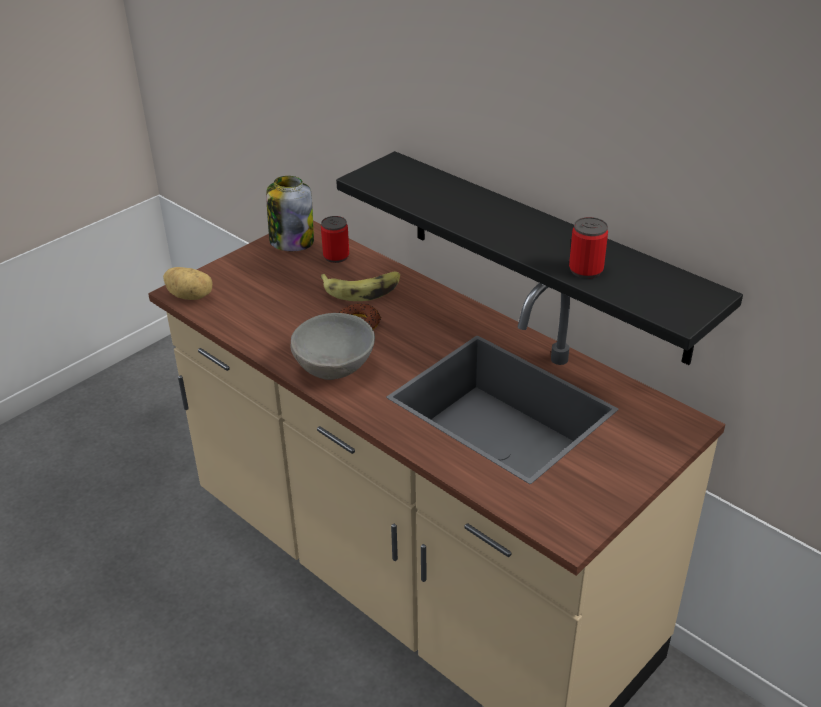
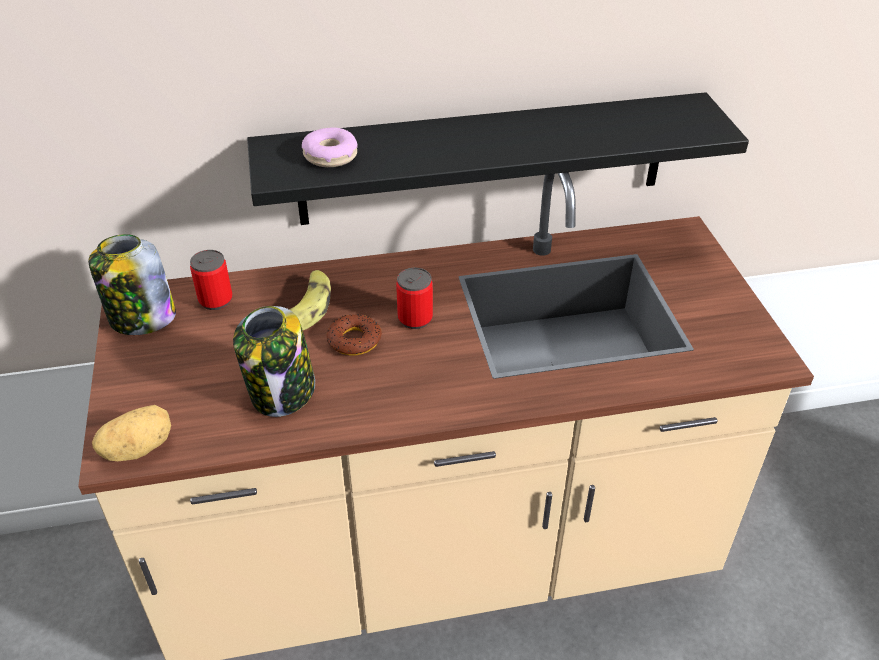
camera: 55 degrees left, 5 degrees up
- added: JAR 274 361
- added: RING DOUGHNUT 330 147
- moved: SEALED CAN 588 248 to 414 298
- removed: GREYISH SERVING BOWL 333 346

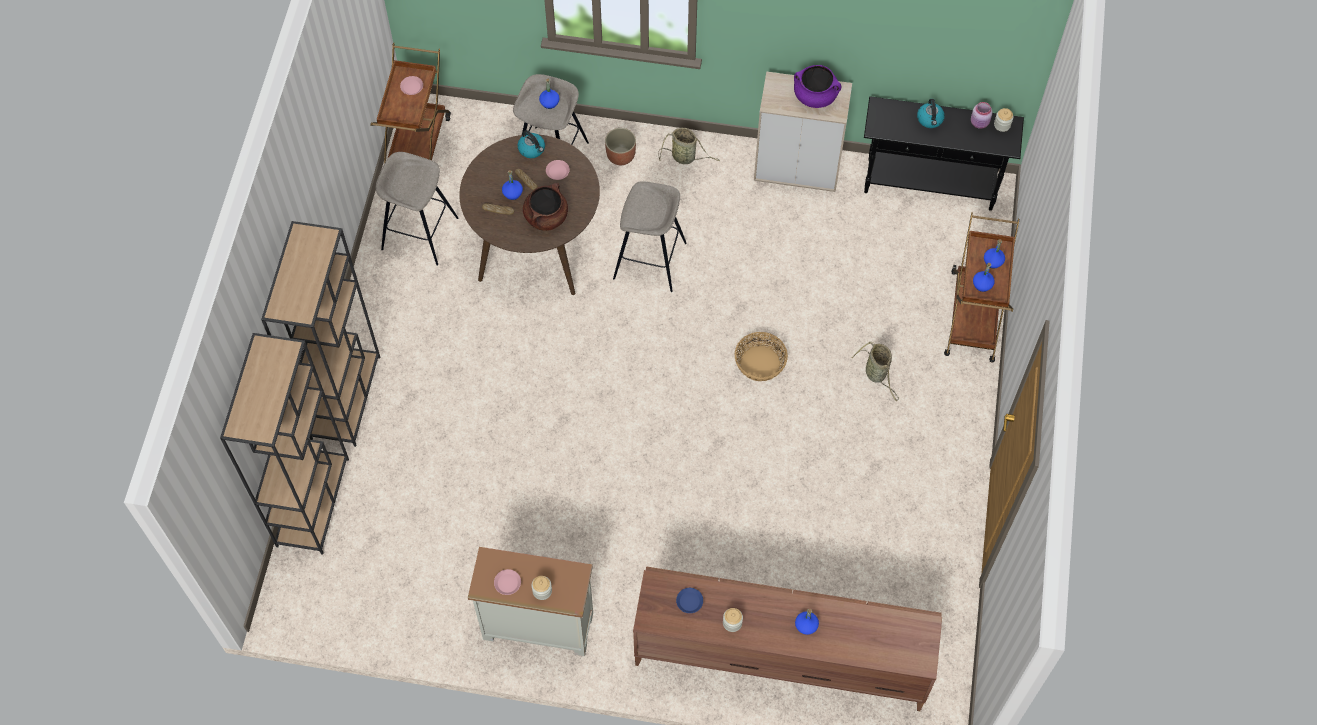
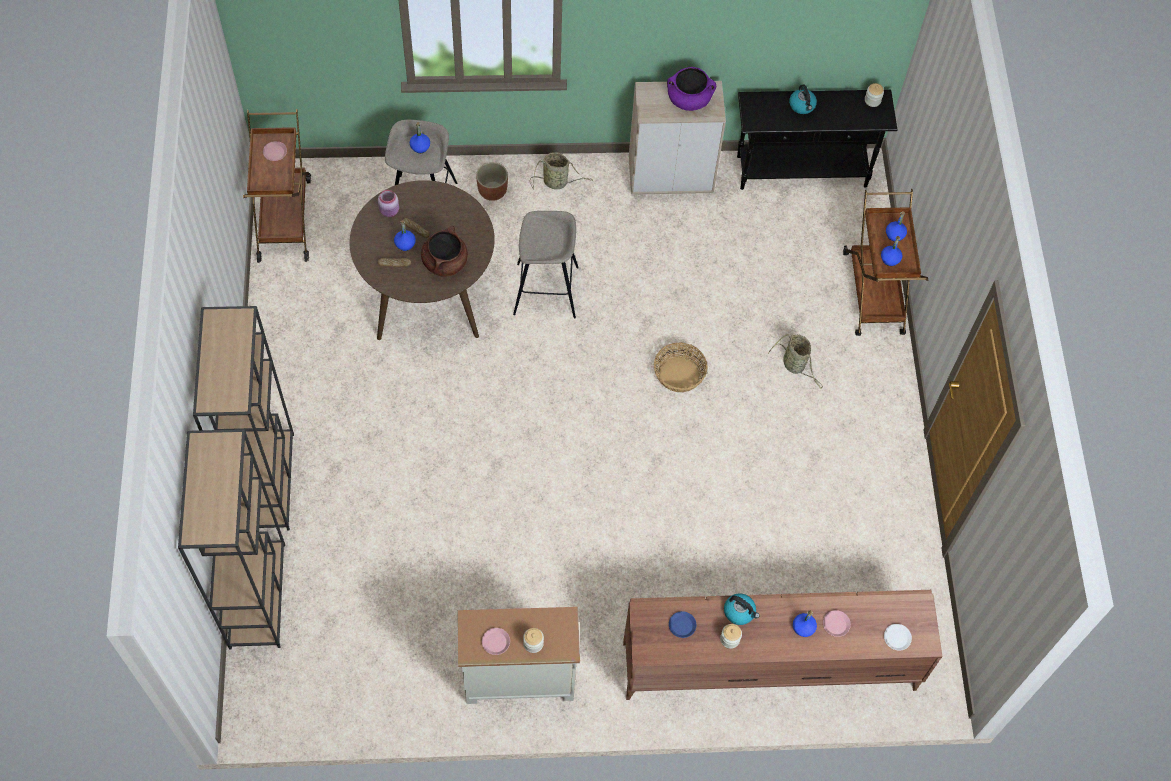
camera: 15 degrees left, 0 degrees up
- moved: PINKISH JAR 981 115 to 388 203
- moved: TEA KETTLE 531 144 to 742 609
- moved: PINKISH FLAT DISH 558 170 to 837 623
- added: WHITE FLAT DISH 898 637
- removed: GREYISH STOOL 417 209

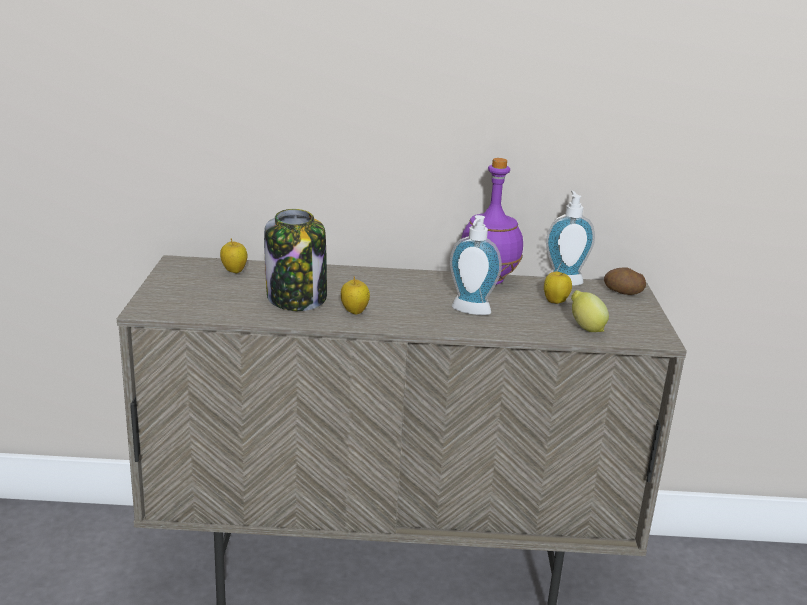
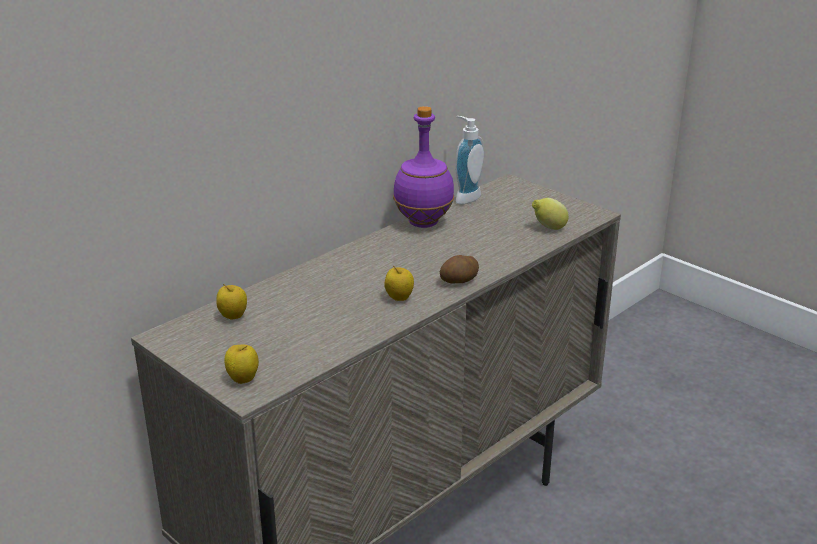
camera: 45 degrees left, 5 degrees up
- moved: APPLE FRUIT 558 288 to 242 364
- moved: POTATO 625 281 to 459 269
- removed: JAR 295 260
- removed: SOAP DISPENSER 476 265

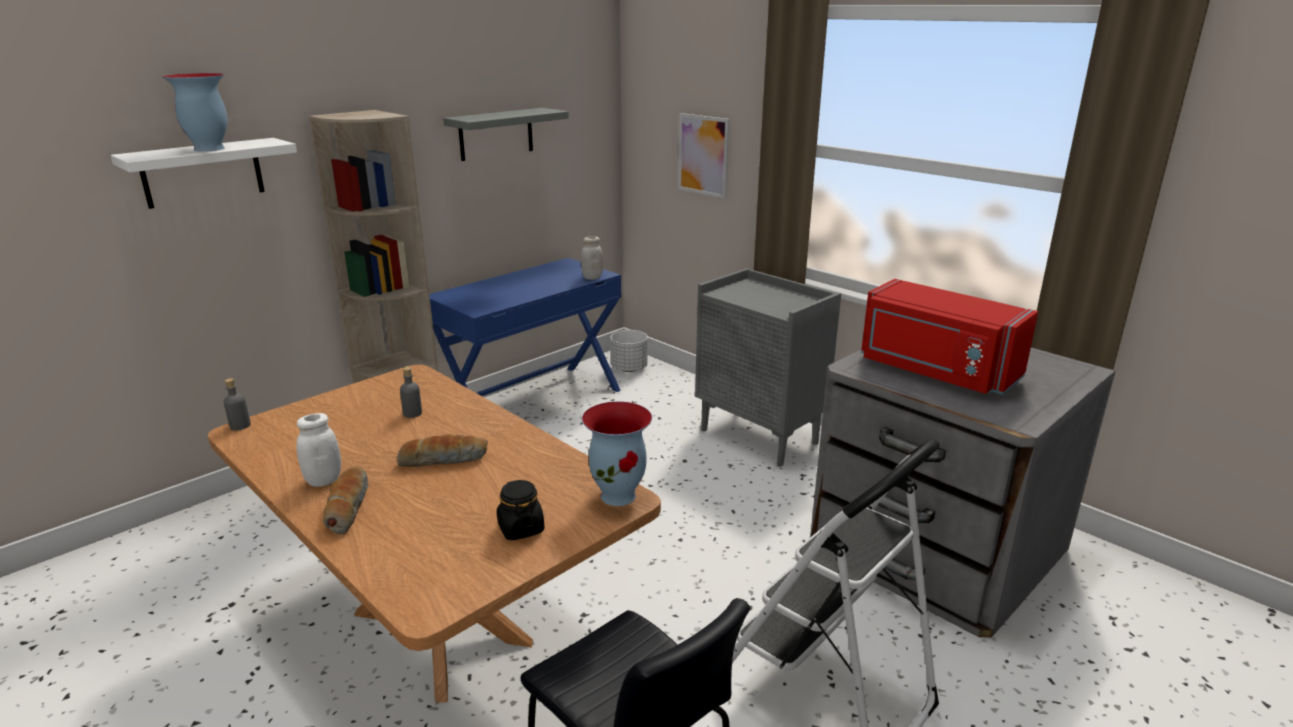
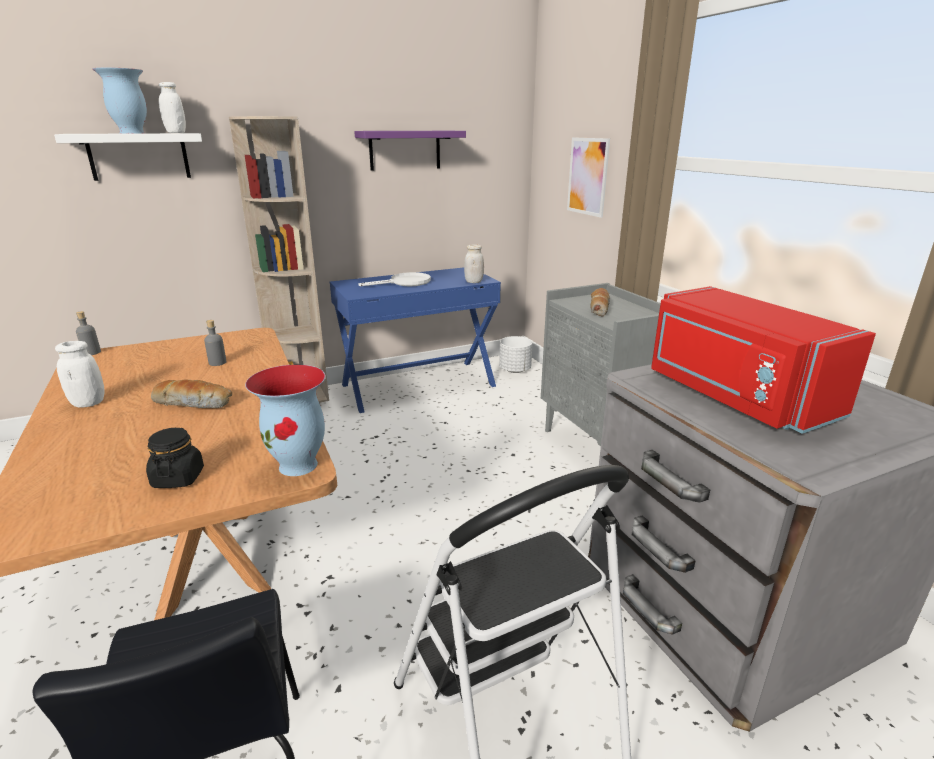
camera: 20 degrees right, 0 degrees up
- added: WHITE JAR 172 107
- recoloured: GREYISH BRACKET SHELF 506 134 to PURPLE-COLOURED BRACKET SHELF 410 151
- added: WHITE FRYING PAN 394 279
- moved: BAKED BREAD 346 500 to 600 302

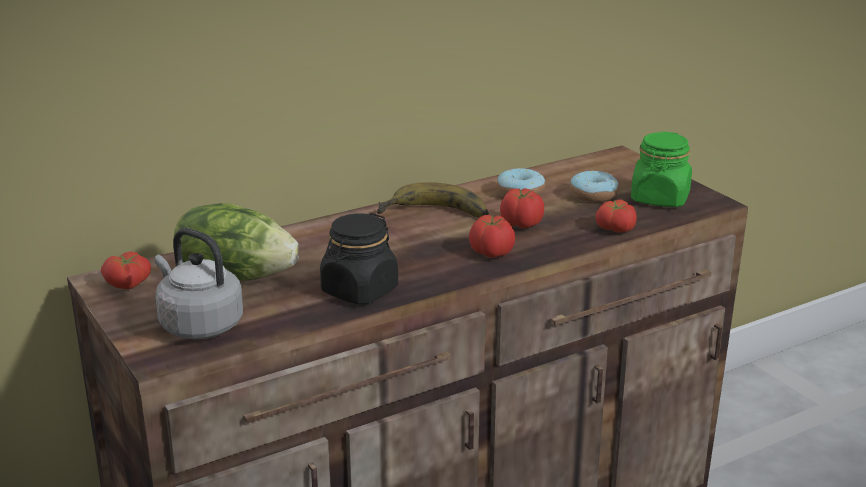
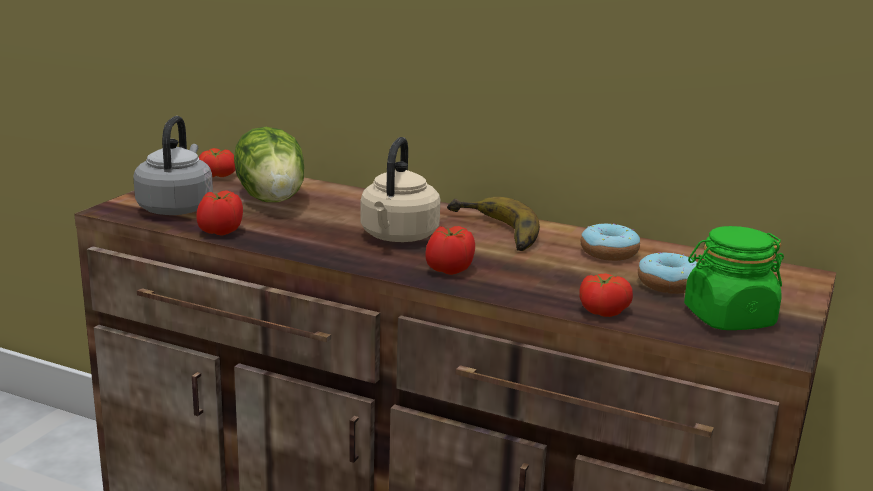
camera: 55 degrees right, 5 degrees down
- moved: FRESH TOMATO 522 208 to 219 213
- added: BEIGE-COLOURED TEA KETTLE 400 189
- removed: BLACKISH JAR 359 259

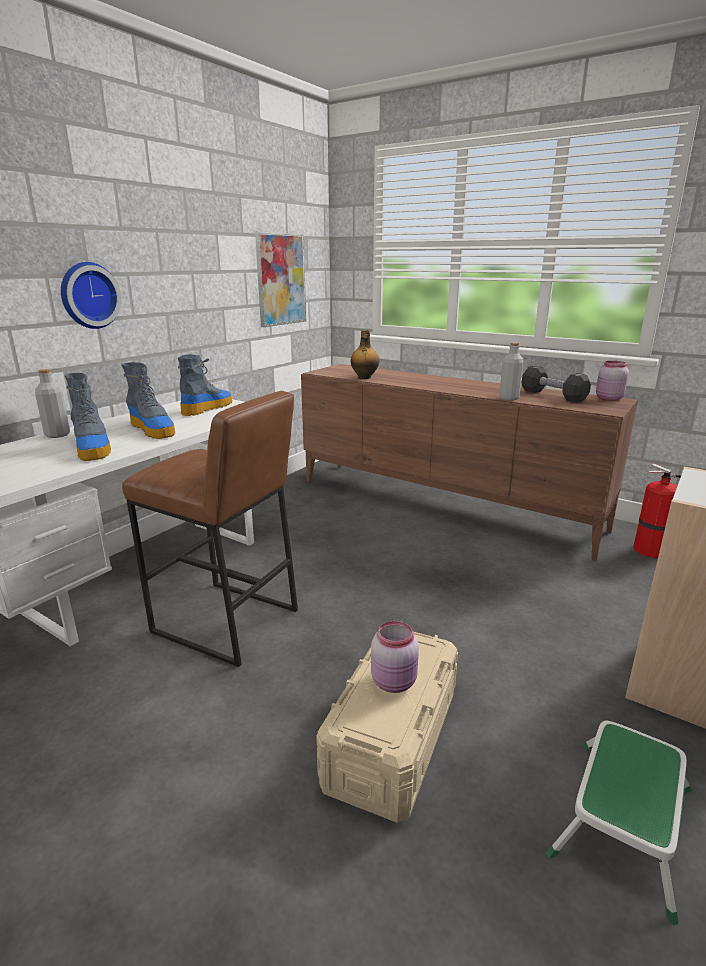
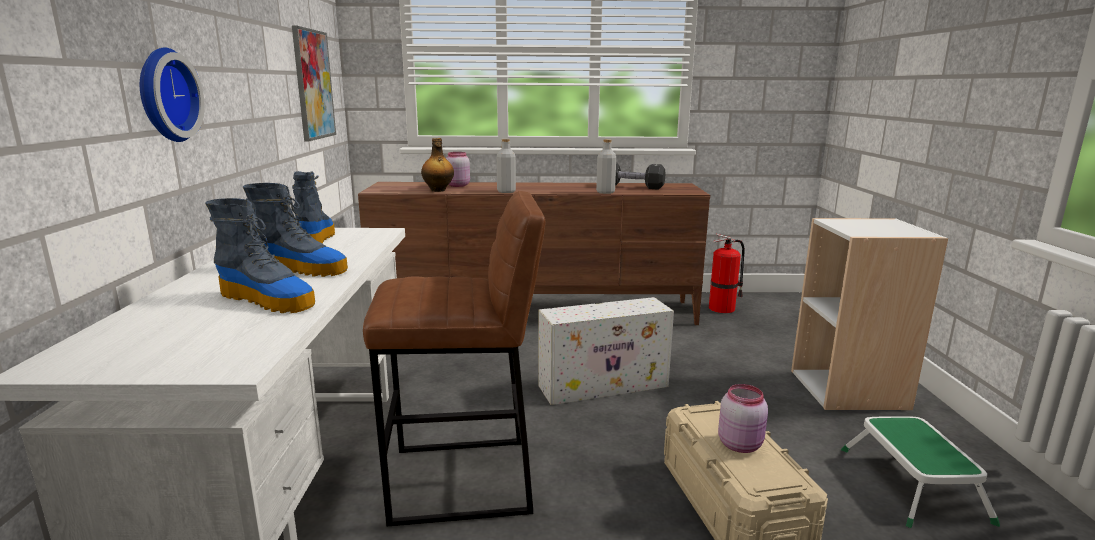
camera: 35 degrees left, 5 degrees down
- moved: PINKISH JAR 612 381 to 458 169
- moved: GREYISH BOTTLE 52 403 to 506 166
- added: WHITE STORAGE CONTAINER 606 351

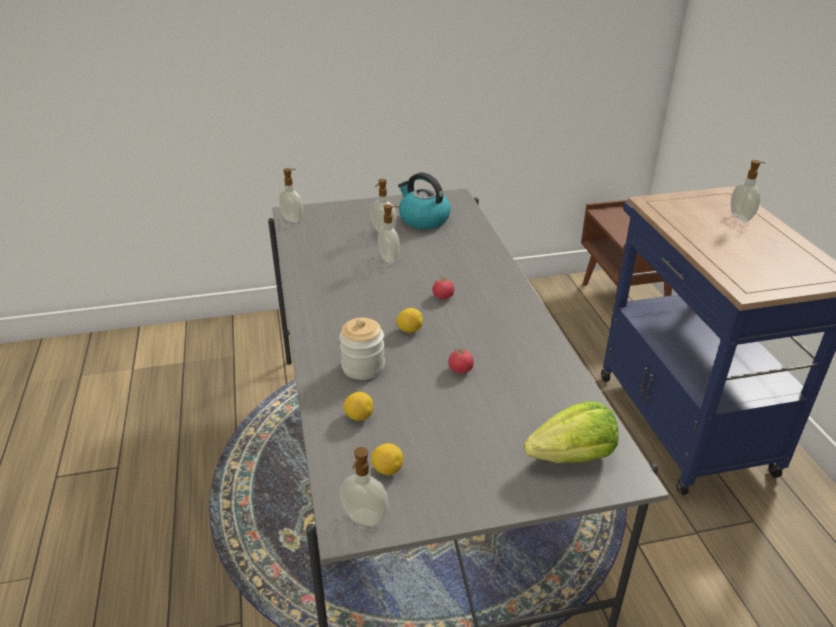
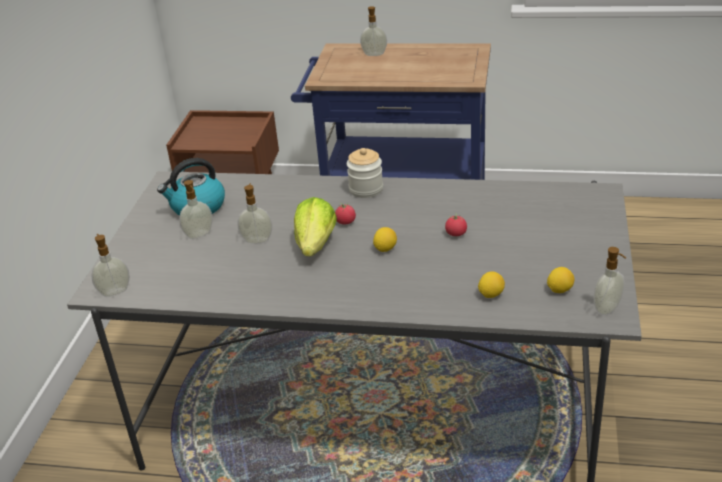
camera: 65 degrees left, 0 degrees up
- moved: LETTUCE 571 432 to 315 227
- moved: JAR 362 348 to 365 173

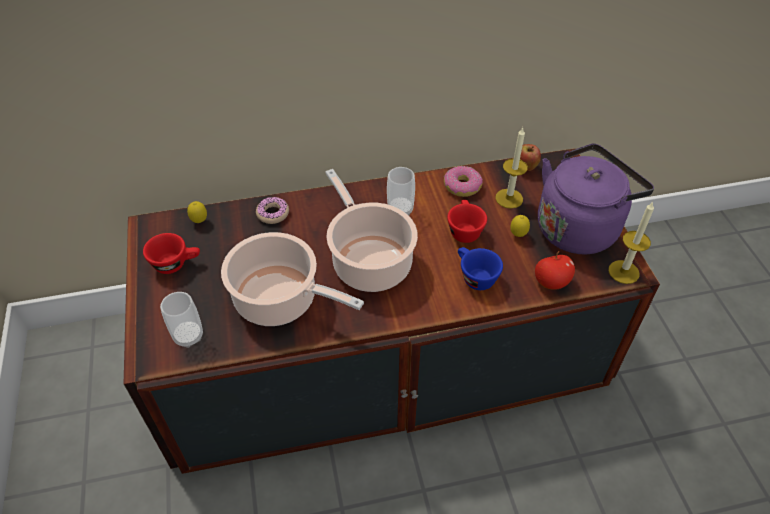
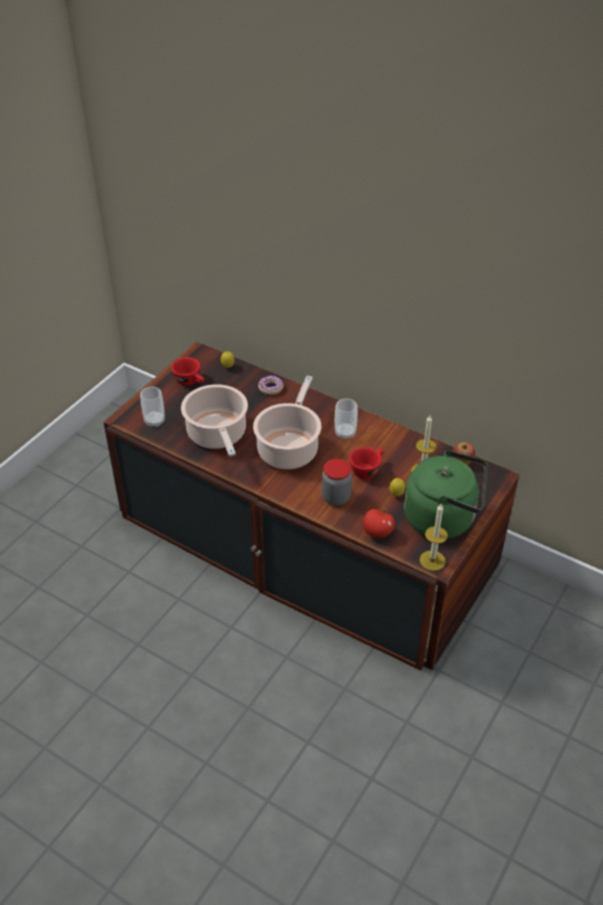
camera: 45 degrees right, 5 degrees down
- replaced: BLUE DRINKING CUP 480 268 to JAR 337 482
- recoloured: PURPLE-COLOURED TEA KETTLE 596 199 to GREENISH TEA KETTLE 446 494
- removed: RING DOUGHNUT 463 181

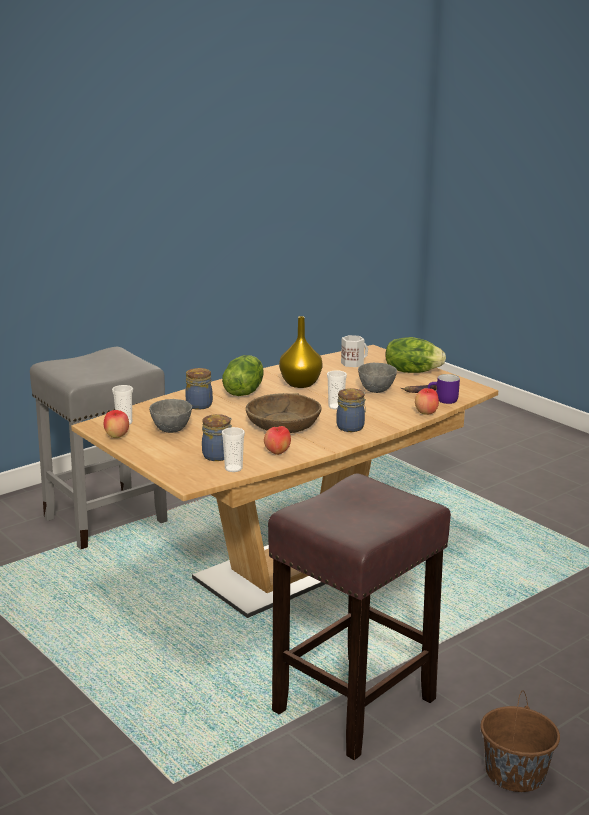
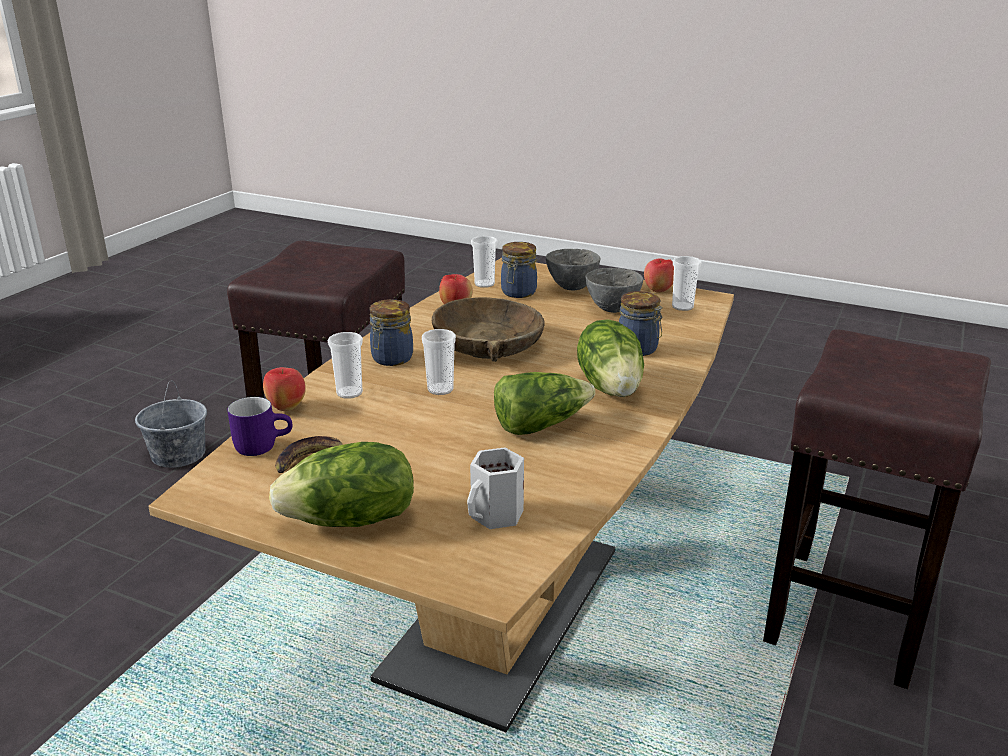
camera: 155 degrees right, 5 degrees up
- recoloured: BROWNISH PAIL 520 741 to GREYISH PAIL 171 424
- added: DRINKING CUP 345 365
- replaced: YELLOW-COLOURED VASE 301 352 to LETTUCE 544 403
- moved: GREYISH SERVING BOWL 377 378 to 573 270
- recoloured: GREYISH STOOL 99 448 to BROWNISH STOOL 877 509

